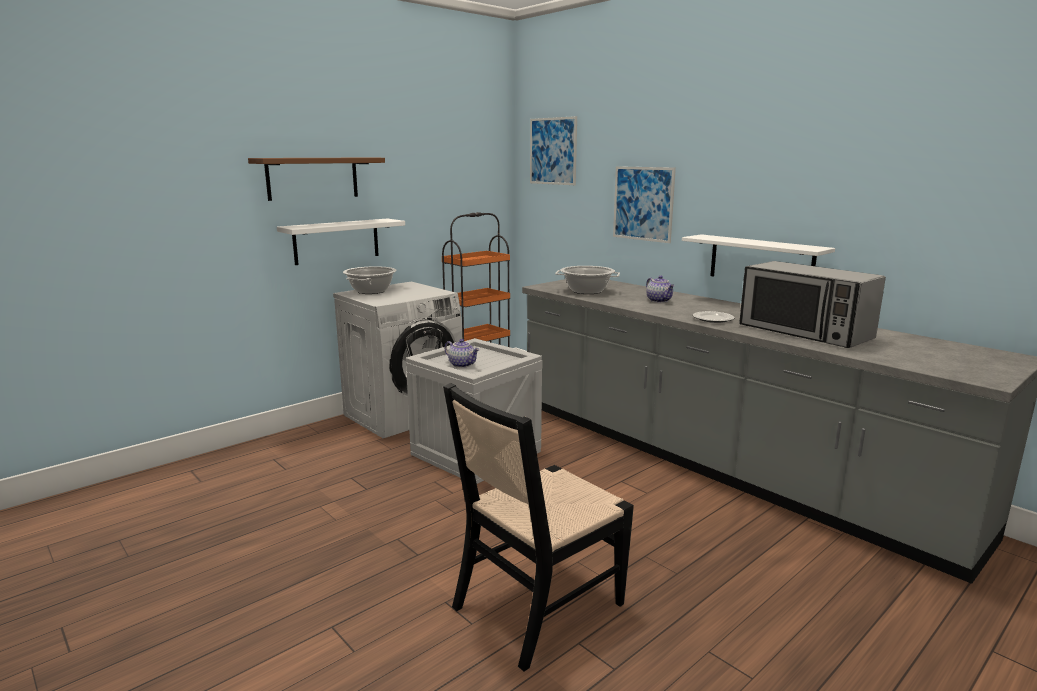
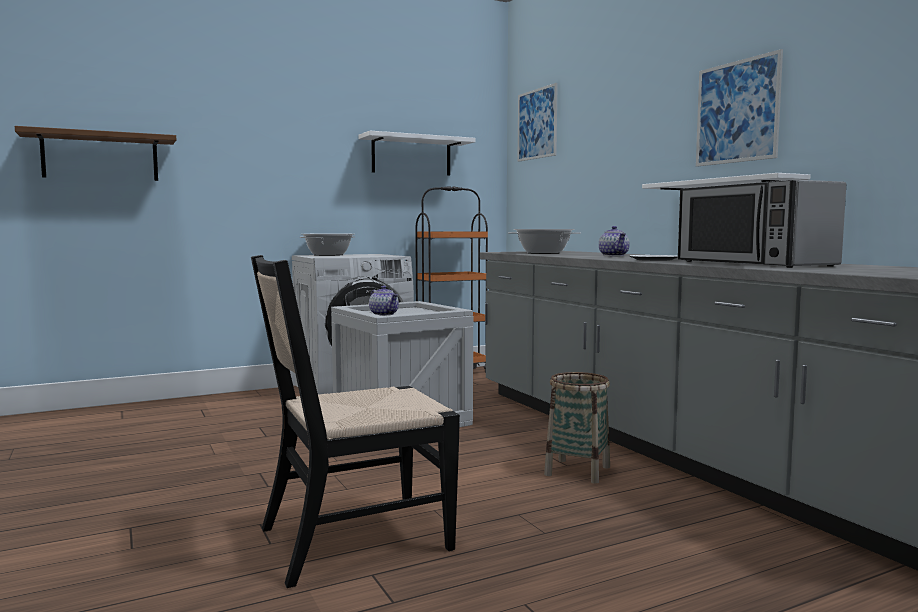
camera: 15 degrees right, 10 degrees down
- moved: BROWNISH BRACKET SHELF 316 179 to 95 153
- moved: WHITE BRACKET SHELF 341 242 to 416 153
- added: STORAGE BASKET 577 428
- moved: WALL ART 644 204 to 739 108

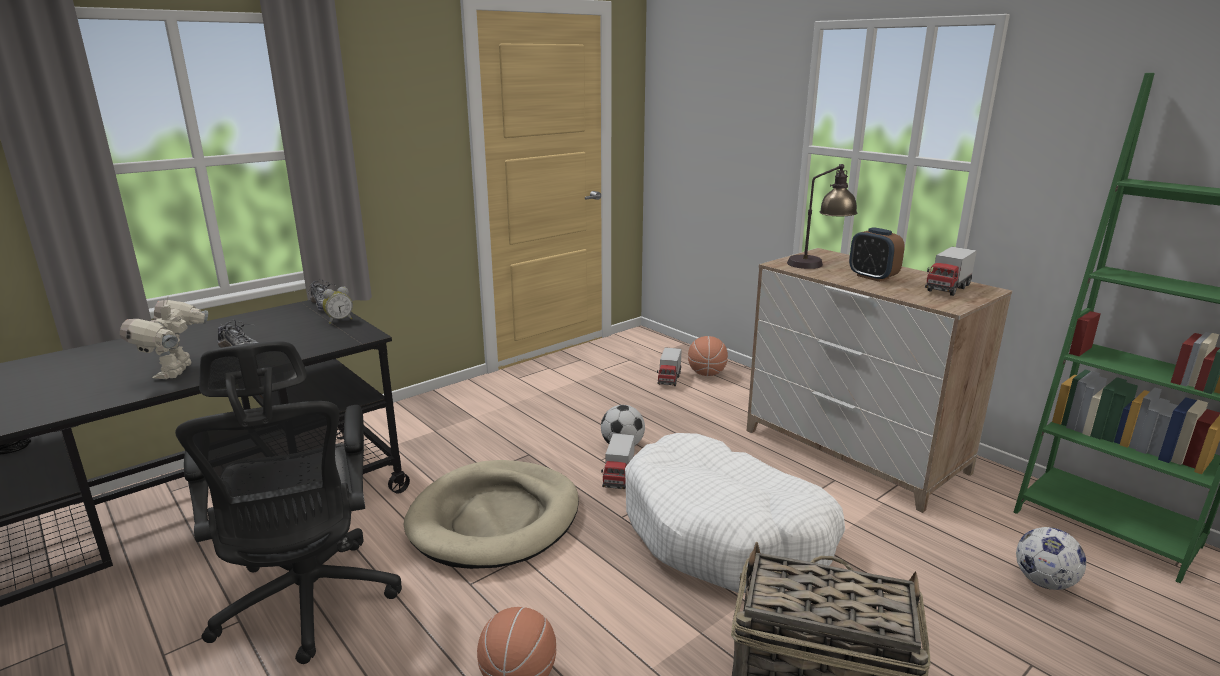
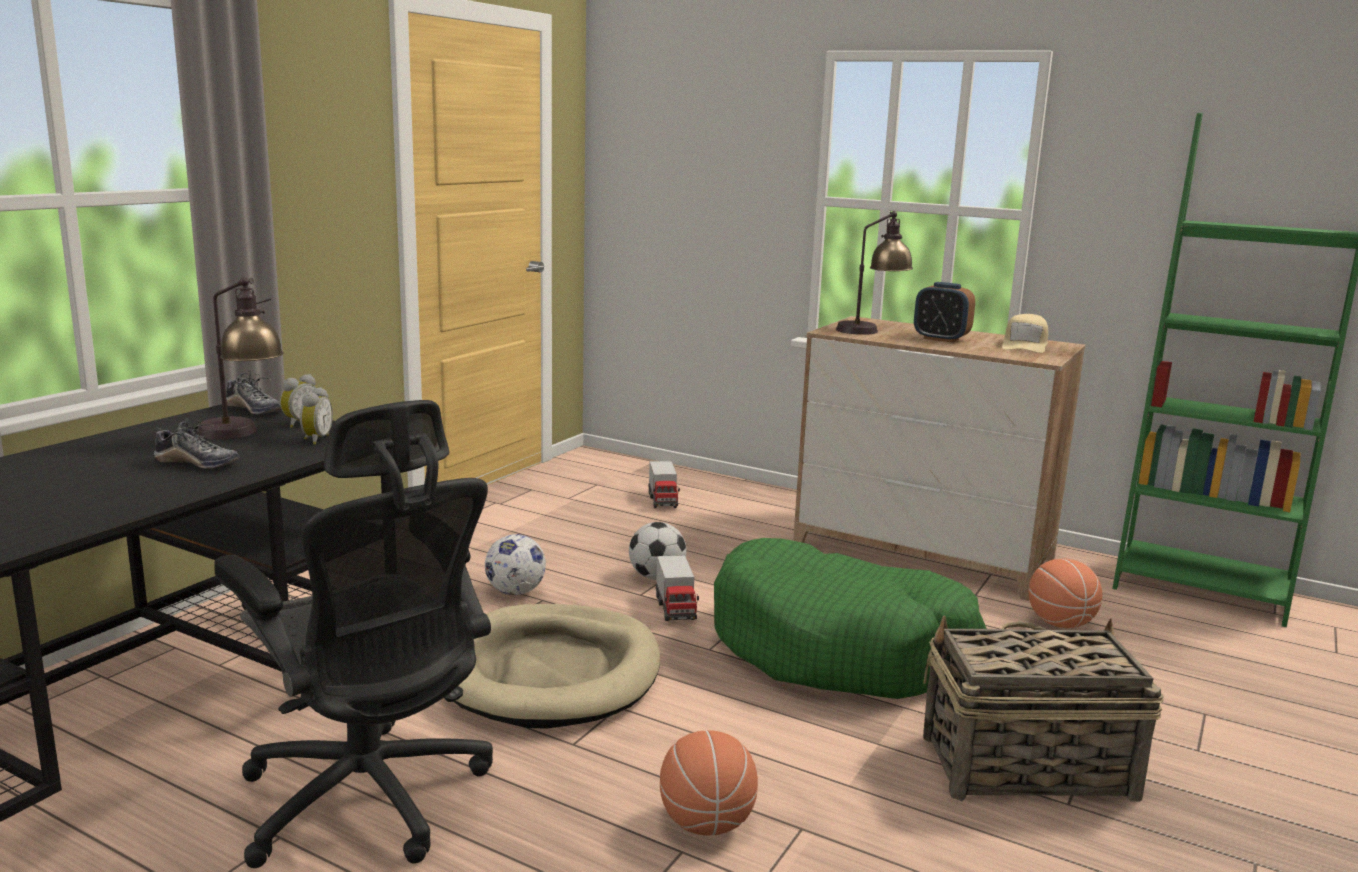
camera: 20 degrees left, 5 degrees down
- added: TABLETOP LAMP 240 358
- added: BEDSIDE CLOCK 316 416
- moved: FOOTBALL 1051 558 to 515 564
- recoloured: WHITE DOG CUSHION 735 513 to GREENISH DOG CUSHION 850 618
- replaced: MODEL TRUCK 951 271 to BEIGE-COLOURED CAP 1025 333
- moved: BASKETBALL BALL 708 356 to 1065 593
- removed: ROBOT FIGURE 164 338

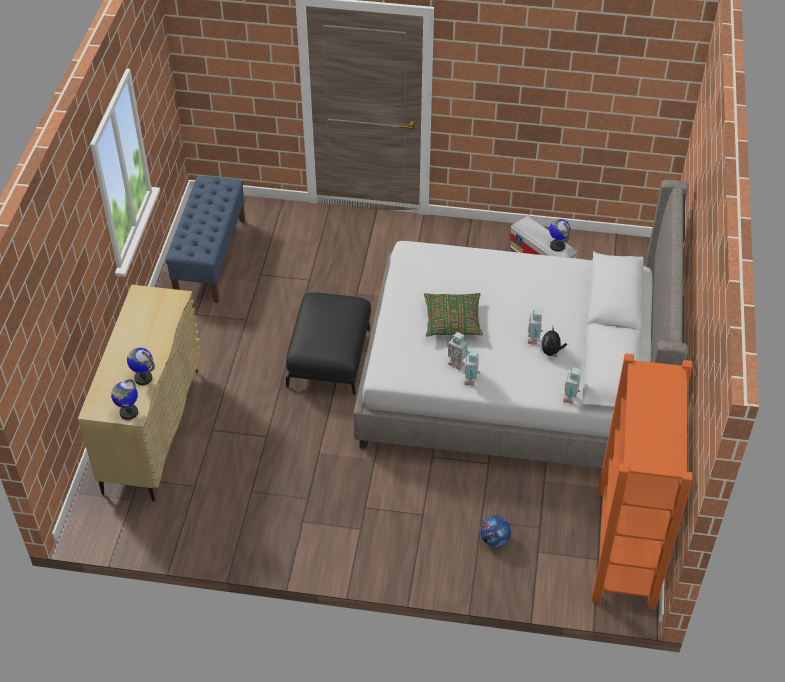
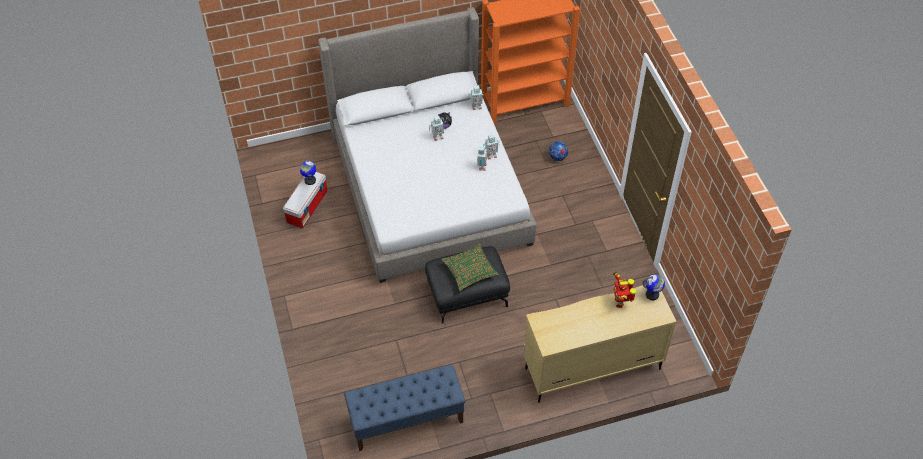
camera: 115 degrees left, 5 degrees up
- moved: GREENISH PILLOW 453 315 to 470 267
- replaced: WORLD GLOBE 141 366 to ROBOT FIGURE 624 289

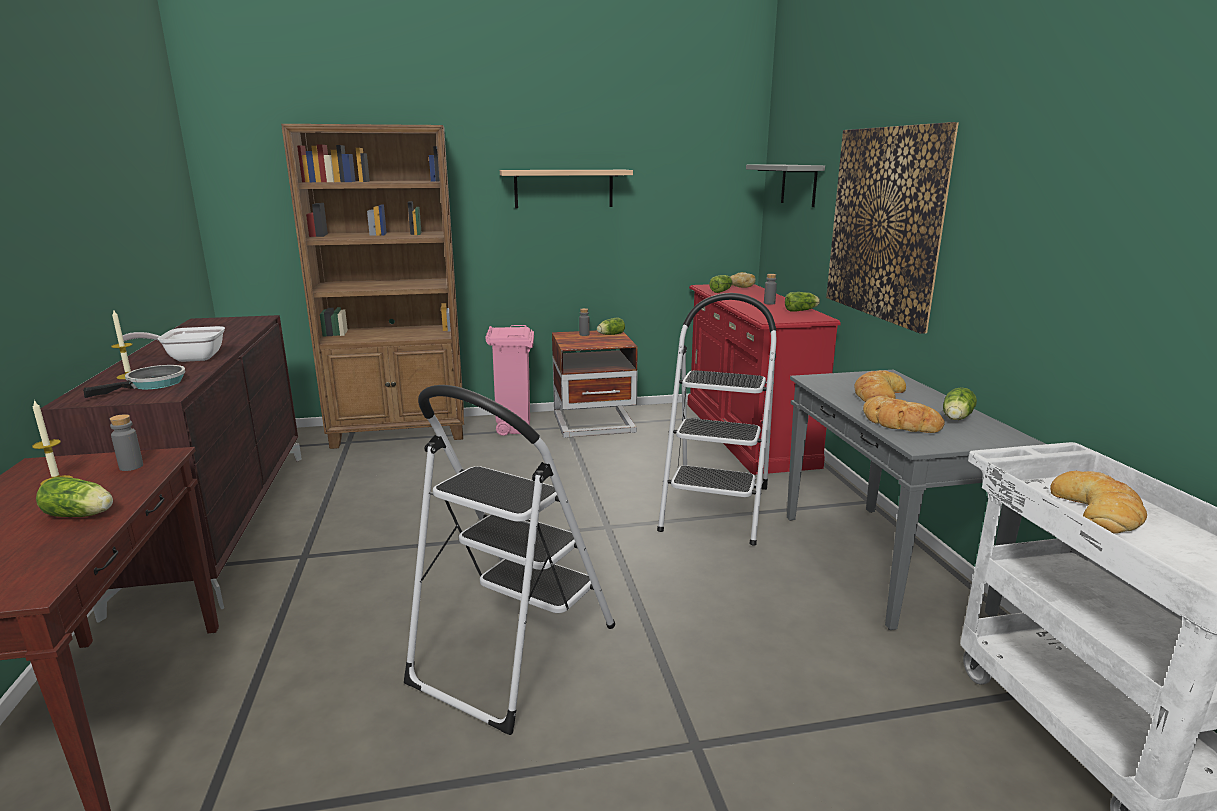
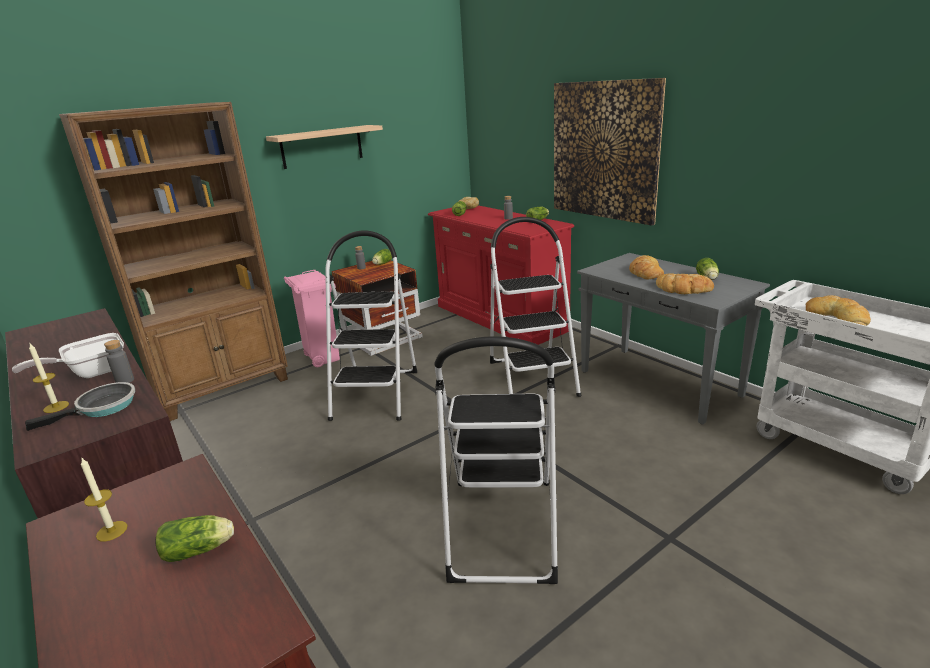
camera: 25 degrees left, 5 degrees up
- turned: FRYING PAN 134 381 = 80 406 45 degrees clockwise
- moved: GREYISH BOTTLE 126 442 to 119 361
- added: STEP STOOL 371 325
- removed: GREYISH BRACKET SHELF 785 185

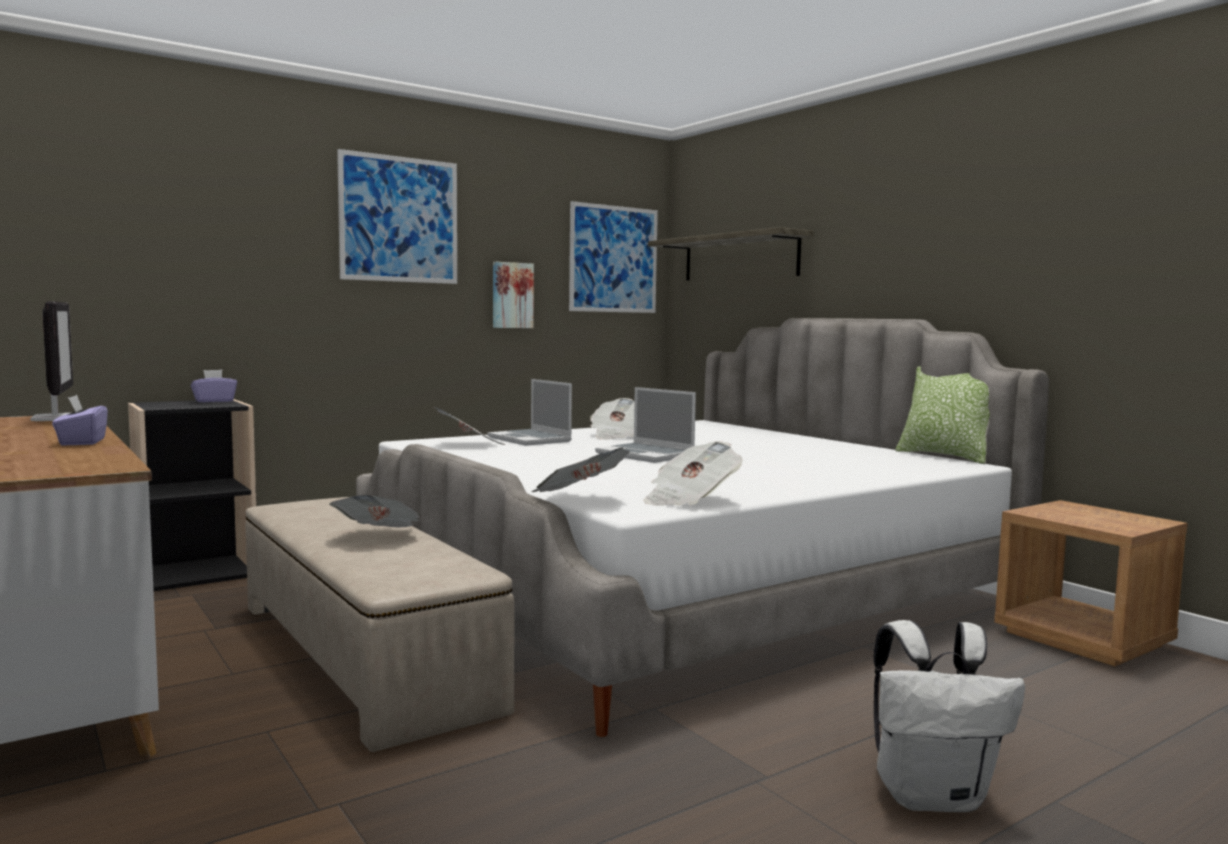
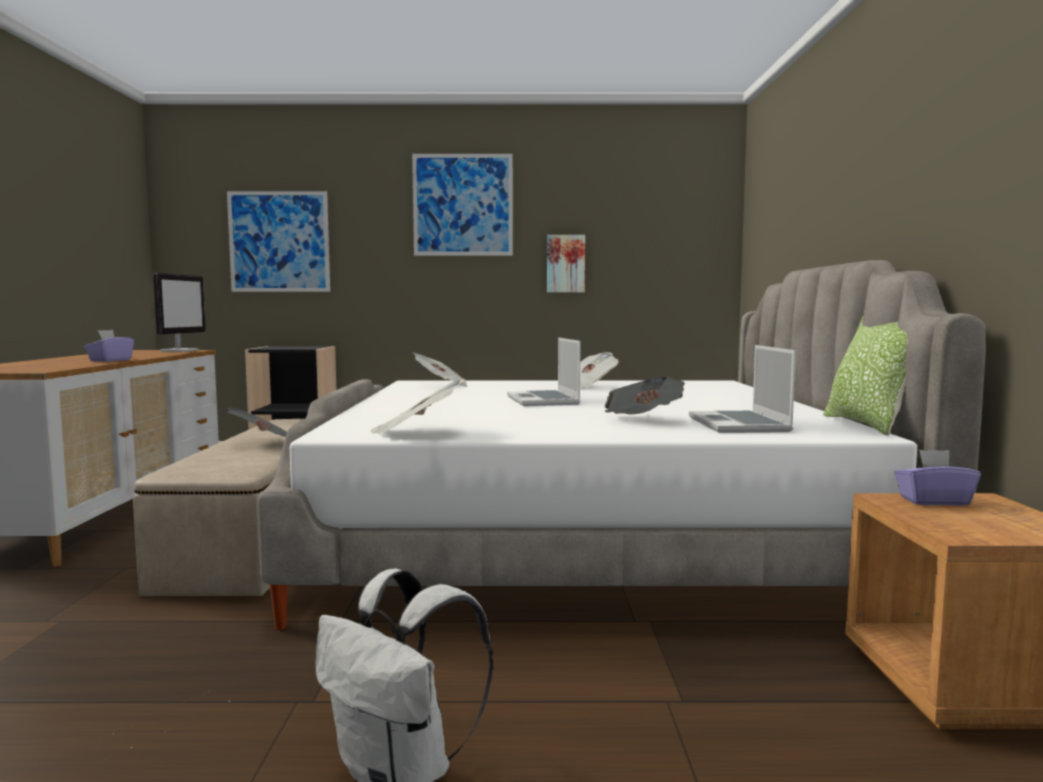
camera: 35 degrees right, 0 degrees up
- moved: WALL ART 613 257 to 278 241
- moved: DAILY PAPER 580 469 to 645 395
- moved: LAPTOP 530 412 to 742 389
- moved: PURPLE-COLOURED BOX OF TISSUES 214 386 to 937 478
- removed: BRACKET SHELF 731 254

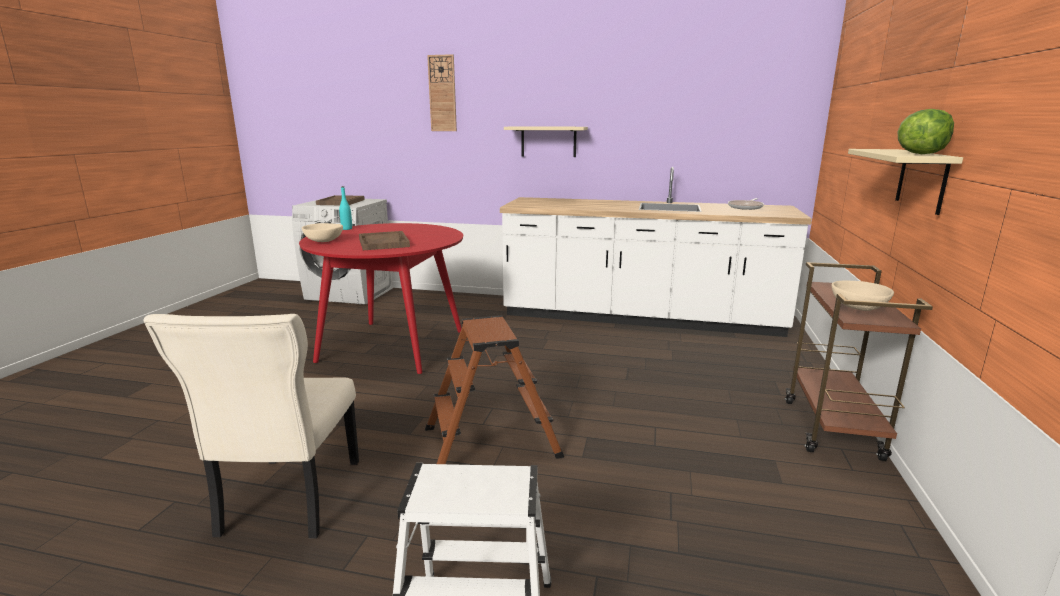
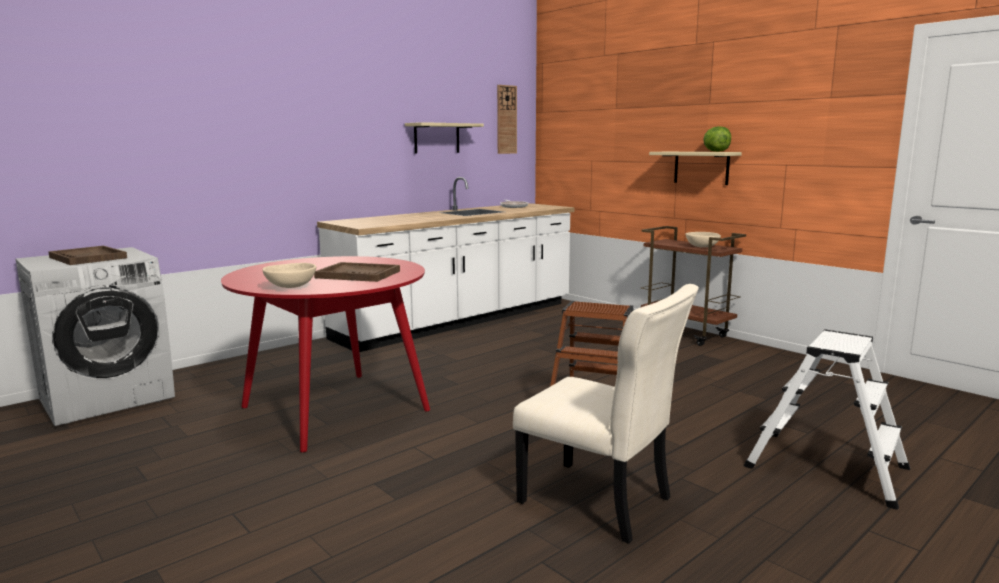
camera: 55 degrees left, 5 degrees down
- moved: BEIGE-COLOURED BRACKET SHELF 546 141 to 444 138
- moved: HANGING CLOCK 442 92 to 507 119
- removed: TURQUOISE-COLOURED BOTTLE 345 208

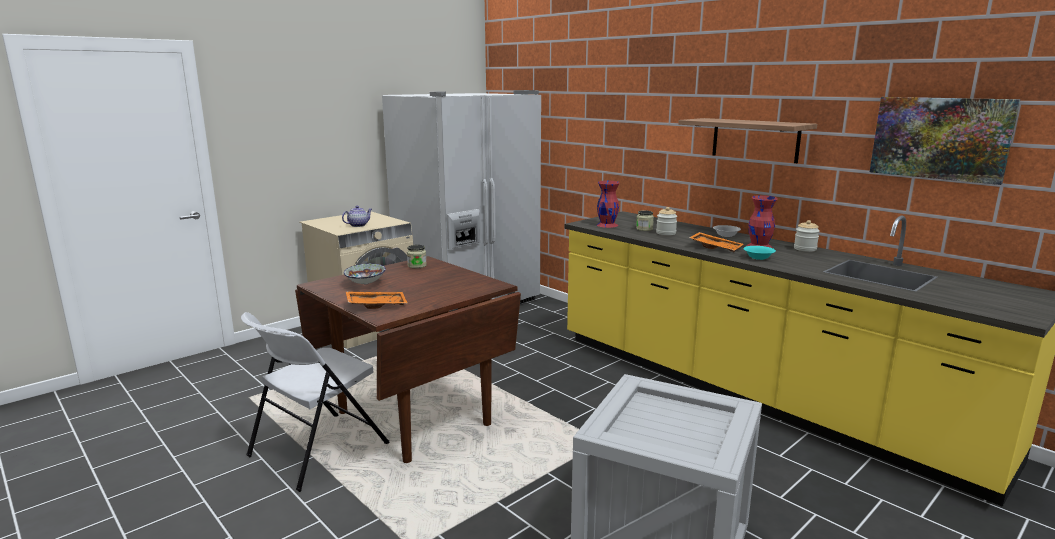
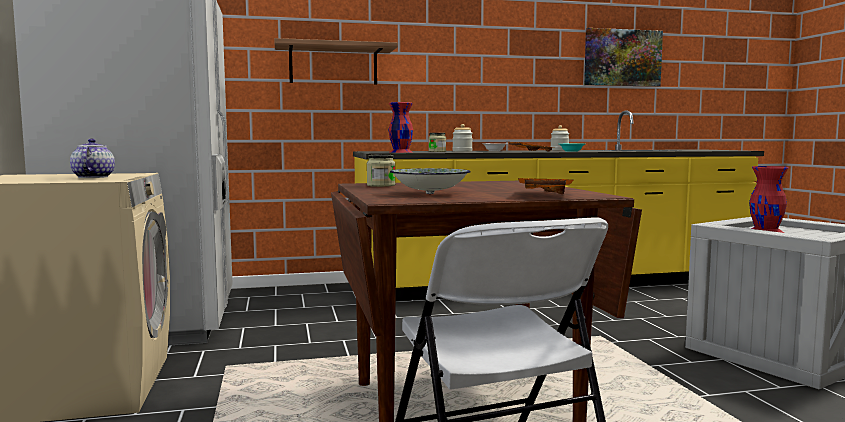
camera: 60 degrees left, 10 degrees down
- moved: BRACKET SHELF 747 140 to 336 61
- moved: RED-COLOURED VASE 762 221 to 768 199

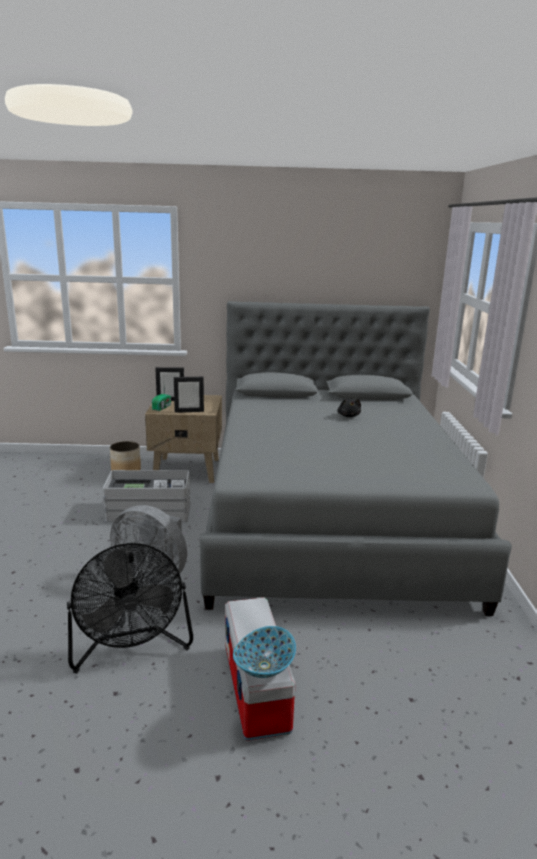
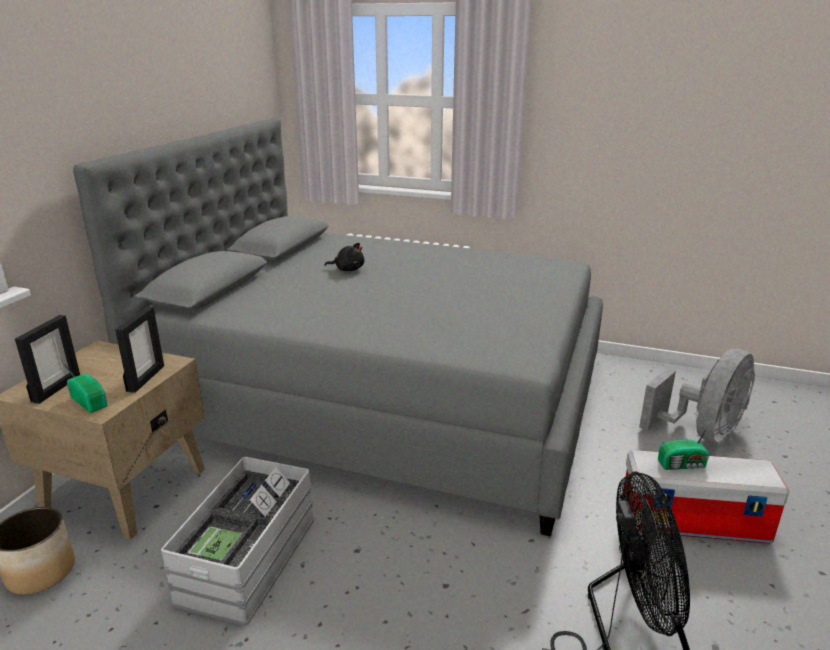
camera: 70 degrees left, 5 degrees up
- moved: GREYISH ELECTRIC FAN 148 545 to 697 396
- added: RADIO SET 684 446
- removed: SERVING BOWL 264 652

